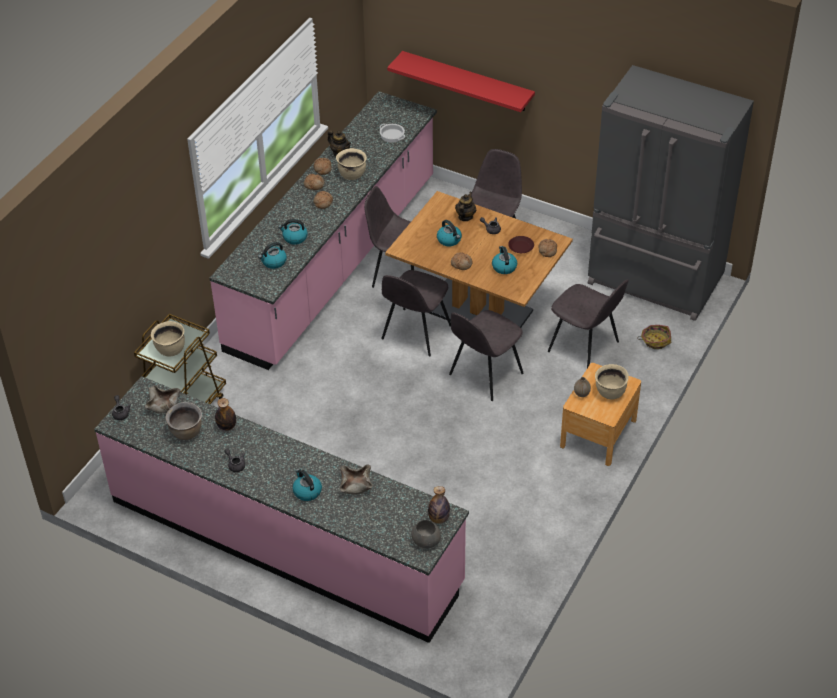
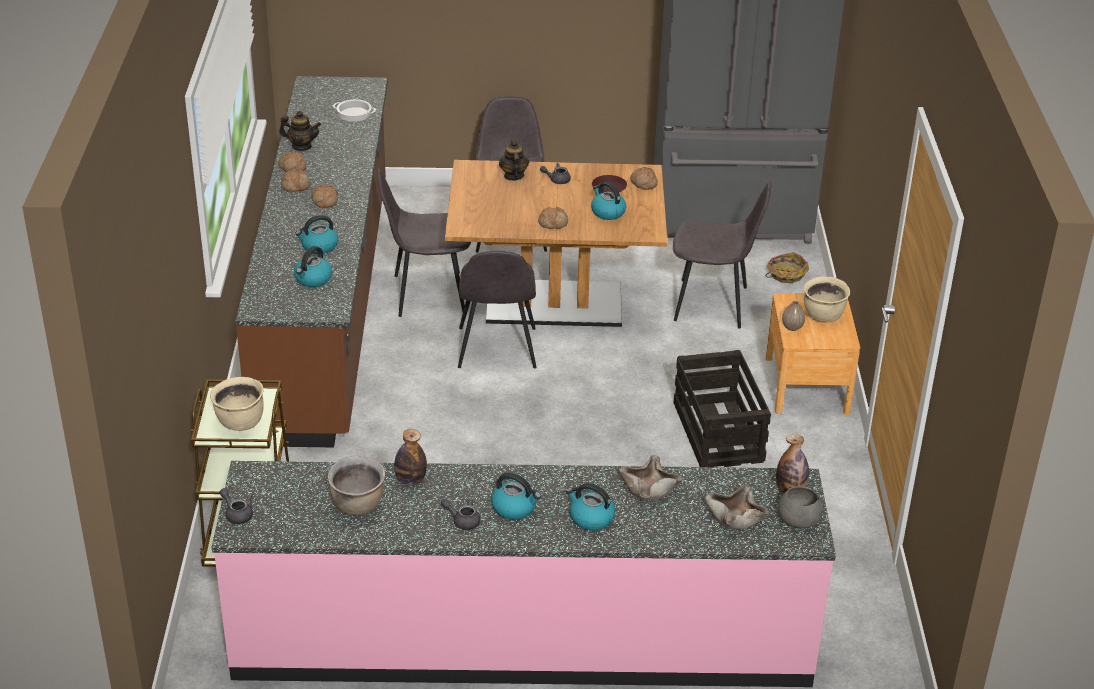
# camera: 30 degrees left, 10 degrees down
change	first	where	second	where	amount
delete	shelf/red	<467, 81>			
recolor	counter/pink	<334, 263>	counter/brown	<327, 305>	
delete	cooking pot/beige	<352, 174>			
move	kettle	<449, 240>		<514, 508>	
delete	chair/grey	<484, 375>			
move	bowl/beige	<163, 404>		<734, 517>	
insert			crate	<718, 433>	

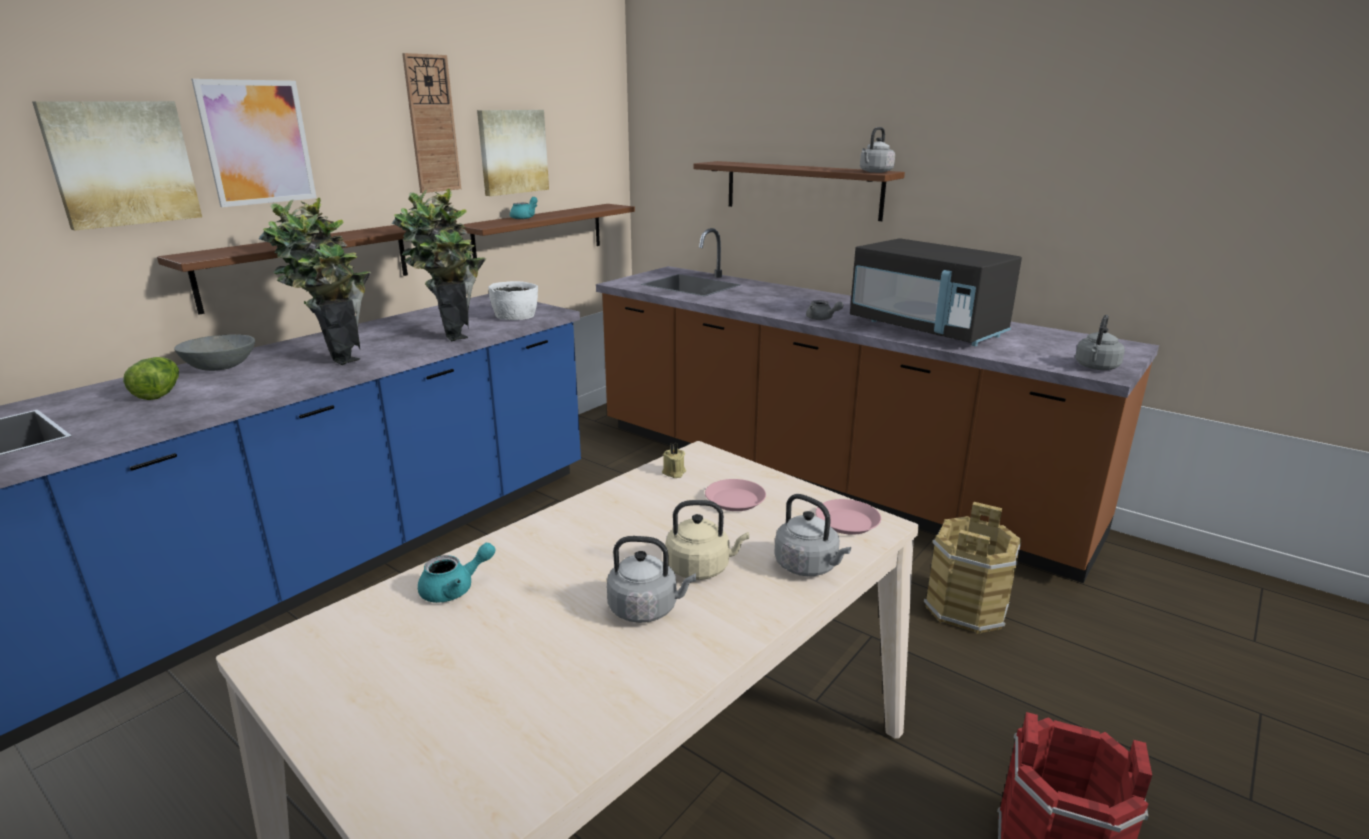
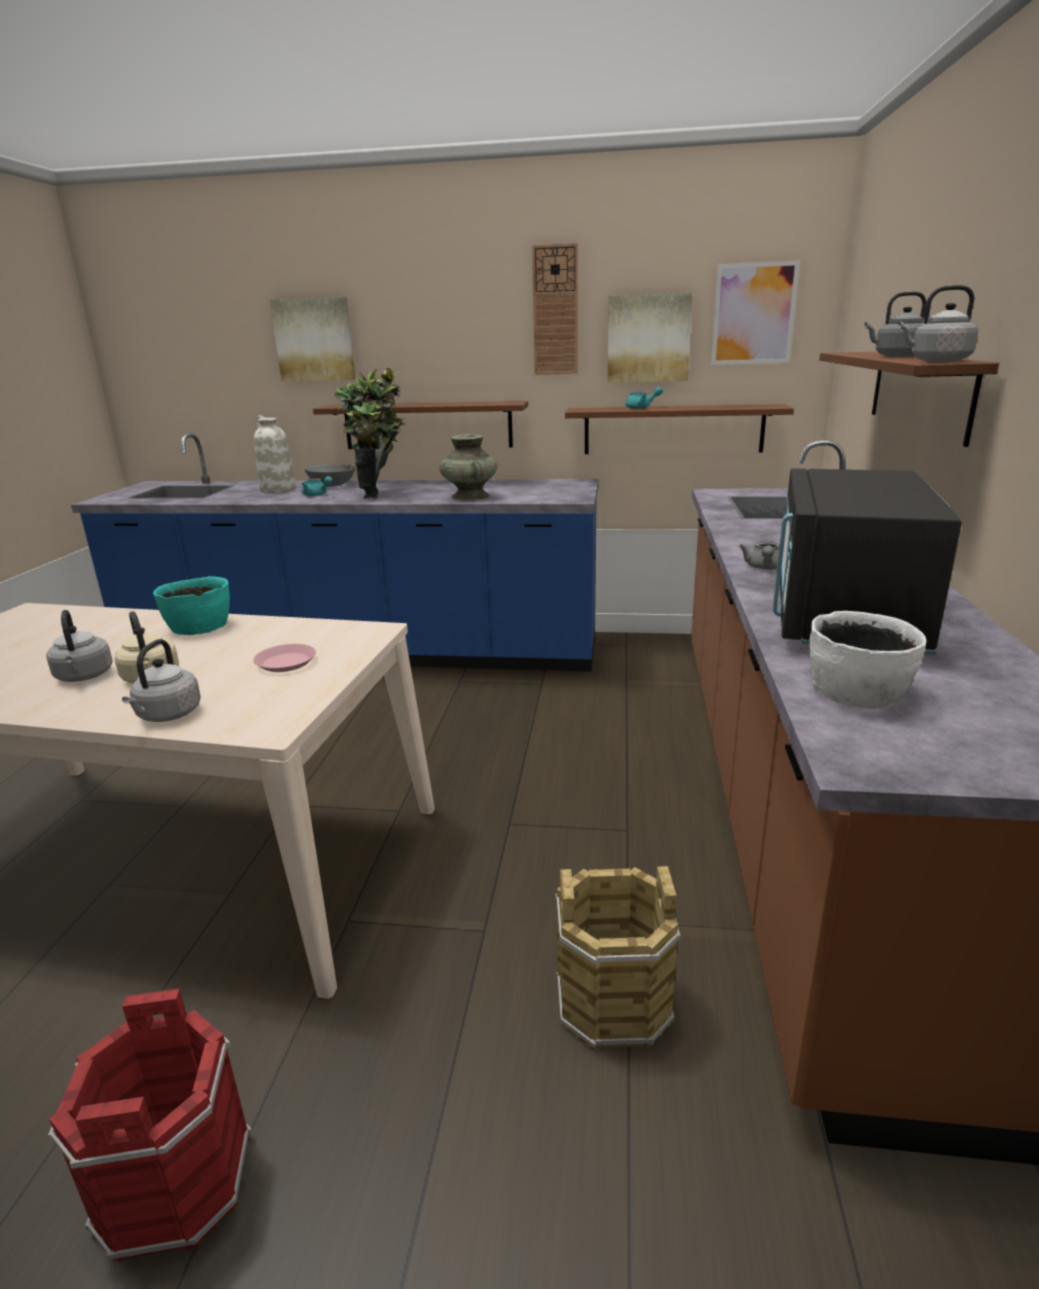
# camera: 60 degrees right, 0 degrees up
change	first	where	second	where	amount
move	picture	<257, 142>		<753, 314>	
replace	potted plant	<452, 333>	vase/turquoise	<470, 496>	
move	bowl/white	<515, 316>		<858, 691>	
move	kettle/grey	<1096, 367>		<896, 356>	
replace	lettuce	<159, 392>	vase/white	<277, 490>	
delete	candle/beige	<674, 473>			
delete	plate/pink	<847, 522>			
move	teapot/turquoise	<455, 589>		<317, 495>	
insert			bowl/turquoise	<198, 626>	

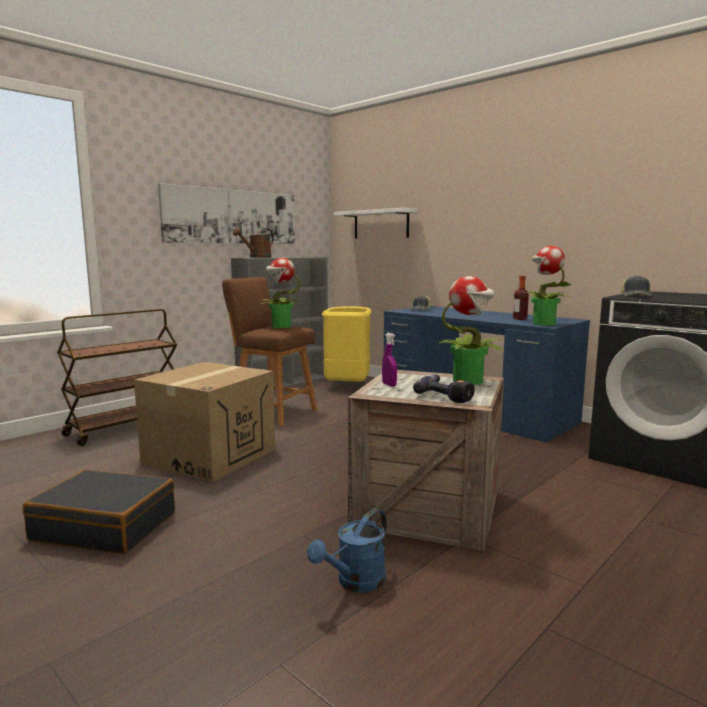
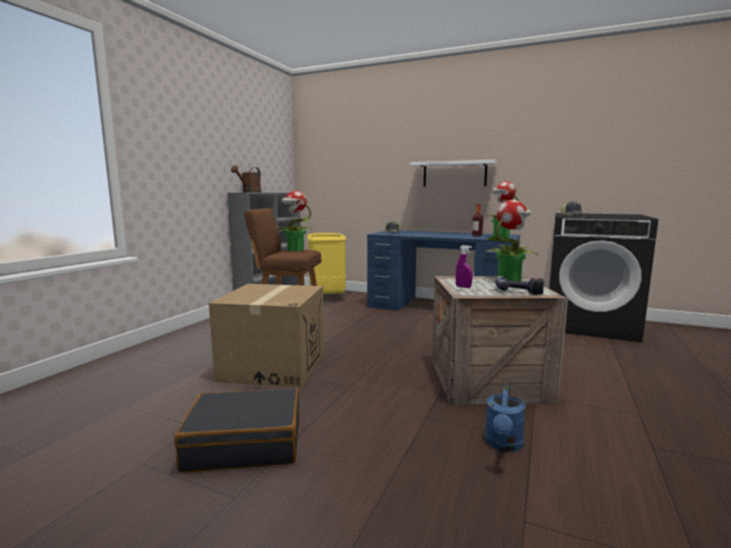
# camera: 20 degrees left, 0 degrees up
change	first	where	second	where	amount
delete	picture	<232, 216>			
move	shelf/white	<381, 224>		<454, 174>	
delete	cart/brown	<125, 428>			

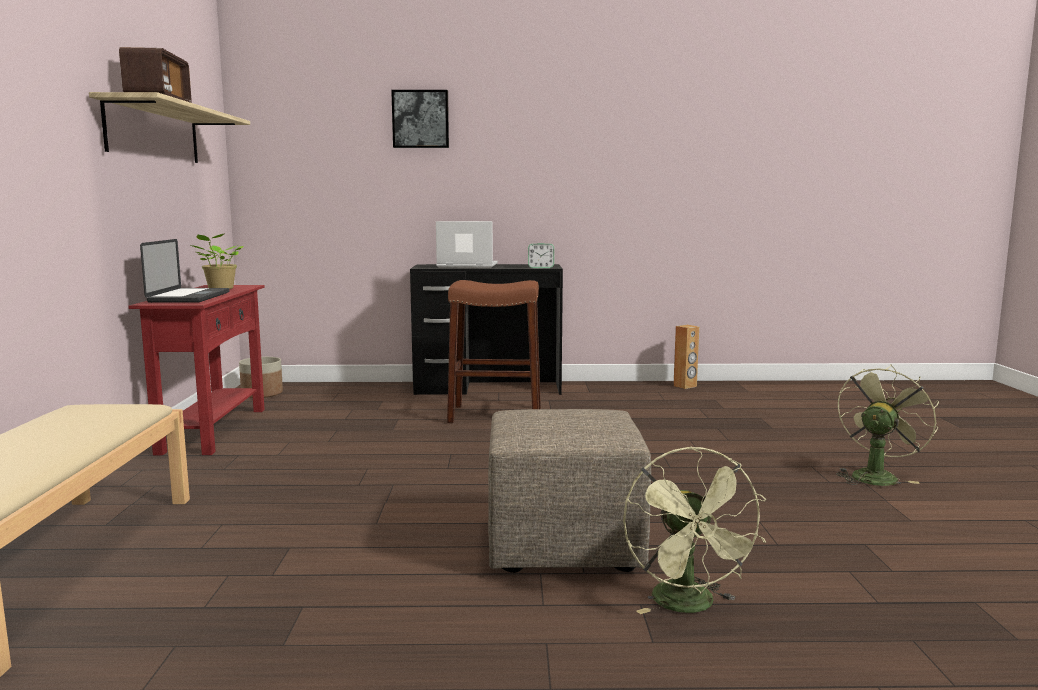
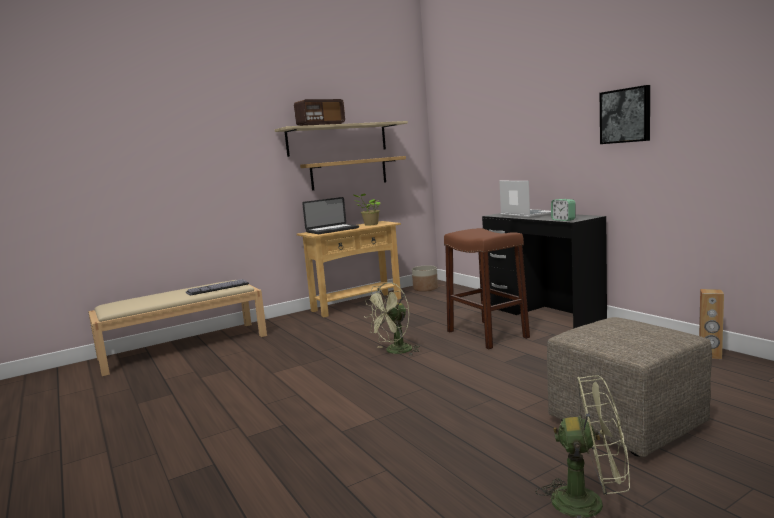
# camera: 60 degrees right, 0 degrees up
change	first	where	second	where	amount
move	picture	<420, 119>		<626, 115>	
recolor	console table/red	<214, 430>	console table/beige	<356, 305>	
move	ottoman/beige	<561, 545>		<624, 423>	
move	fan/green	<690, 606>		<395, 351>	
insert			shelf	<349, 173>	
insert			keyboard	<217, 287>	

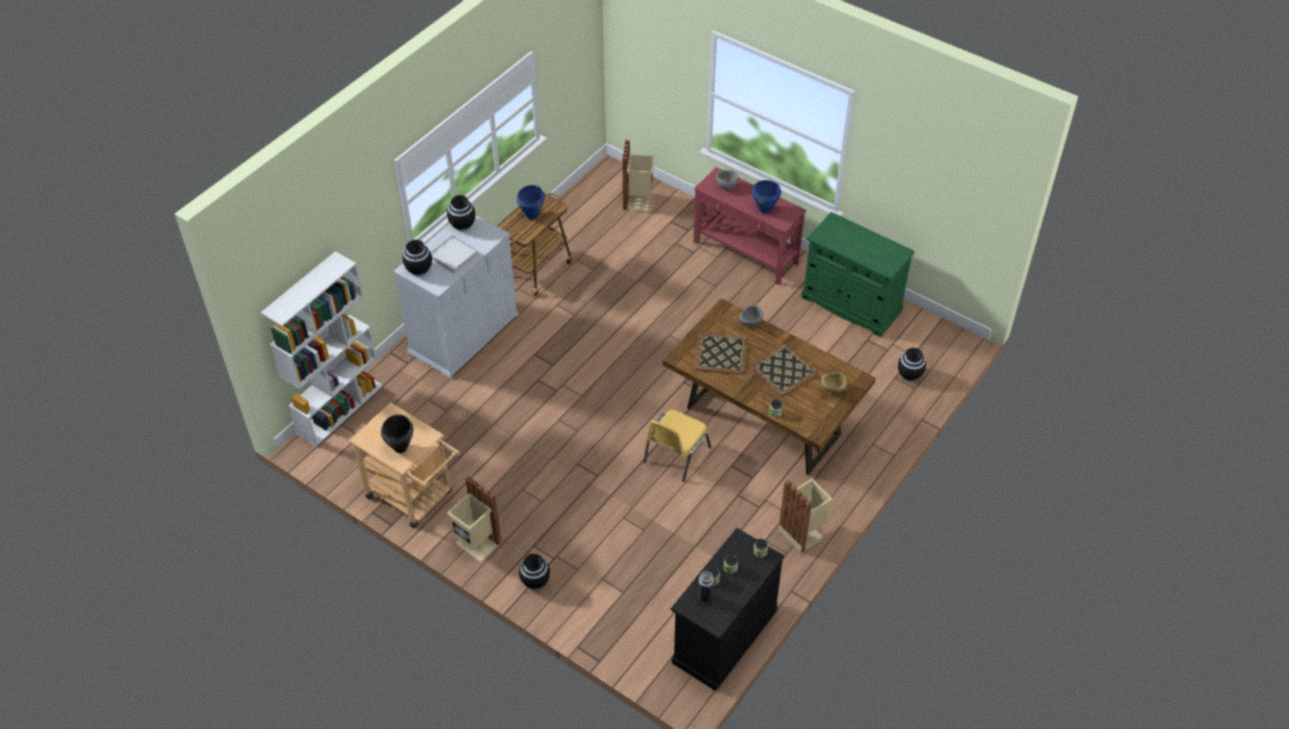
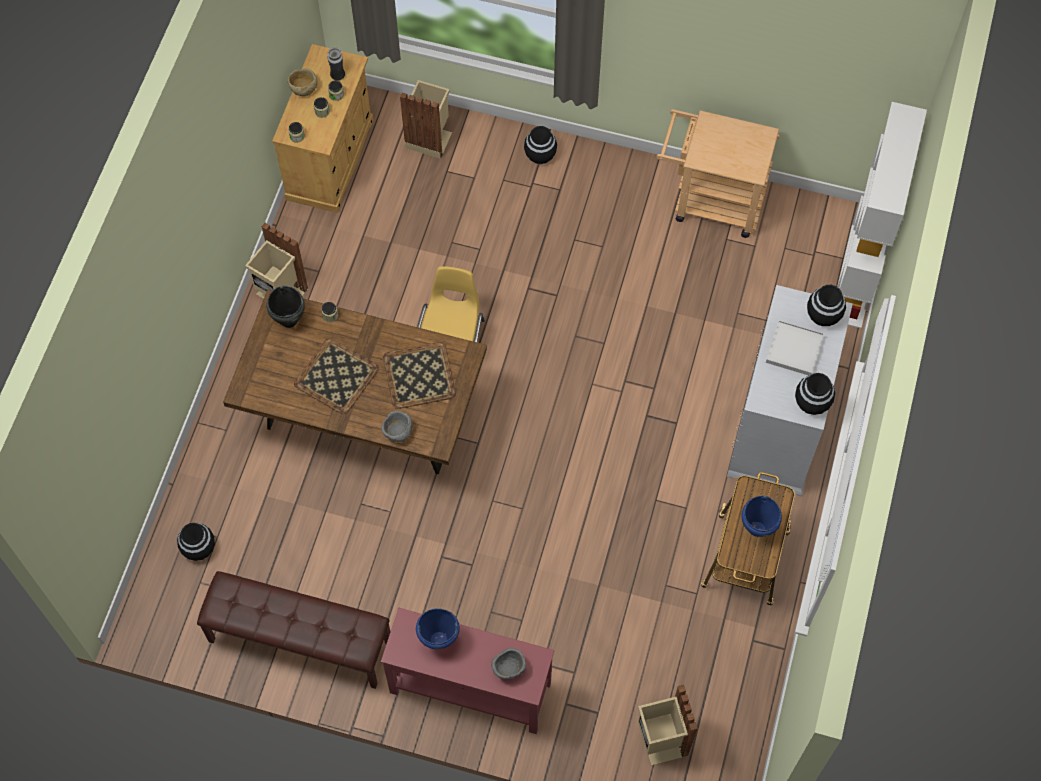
# camera: 160 degrees right, 15 degrees up
change	first	where	second	where	amount
replace	cabinet/green	<851, 304>	bench/brown	<299, 641>	
move	bowl/beige	<832, 390>		<303, 89>	
move	cooking pot/black	<401, 448>		<289, 321>	
move	trash can/beige	<477, 544>		<429, 138>	
recolor	cabinet/black	<724, 636>	cabinet/beige	<330, 159>	

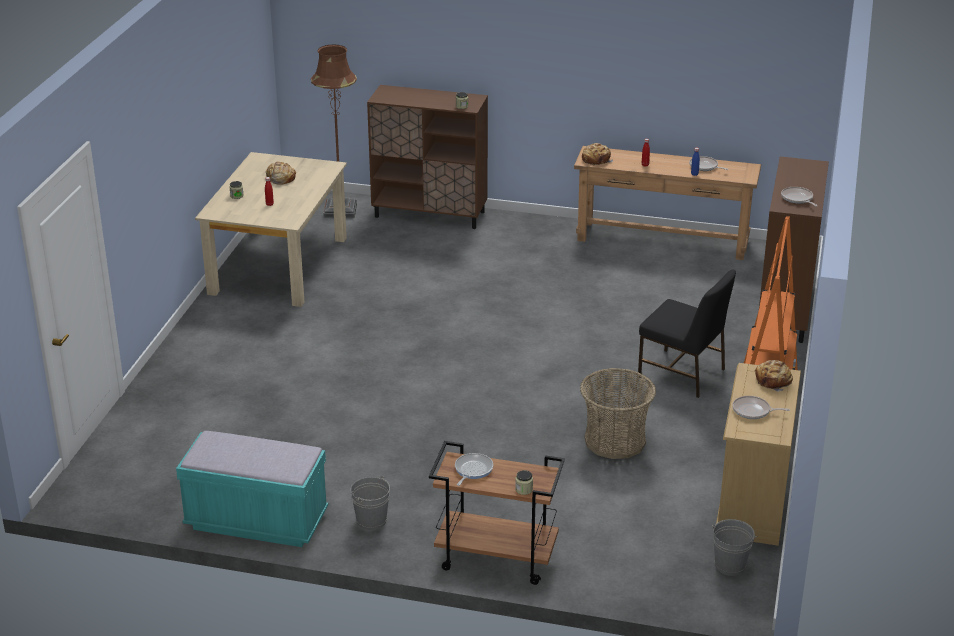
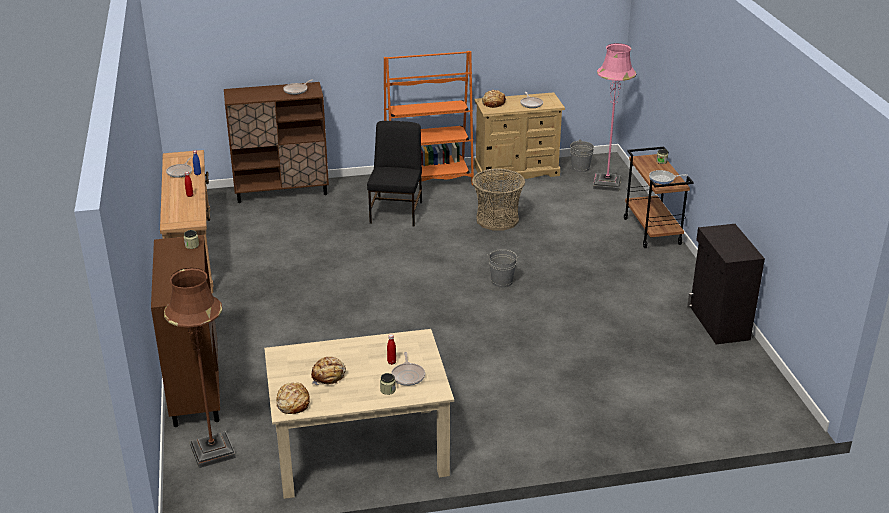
# camera: 115 degrees left, 0 degrees up
change	first	where	second	where	amount
move	bread	<596, 159>		<292, 403>	
replace	bench/turquoise	<256, 521>	cabinet/black	<718, 323>	
move	bucket/grey	<371, 521>		<502, 281>	
insert			floor lamp/pink	<607, 184>	
insert			frying pan	<408, 375>	

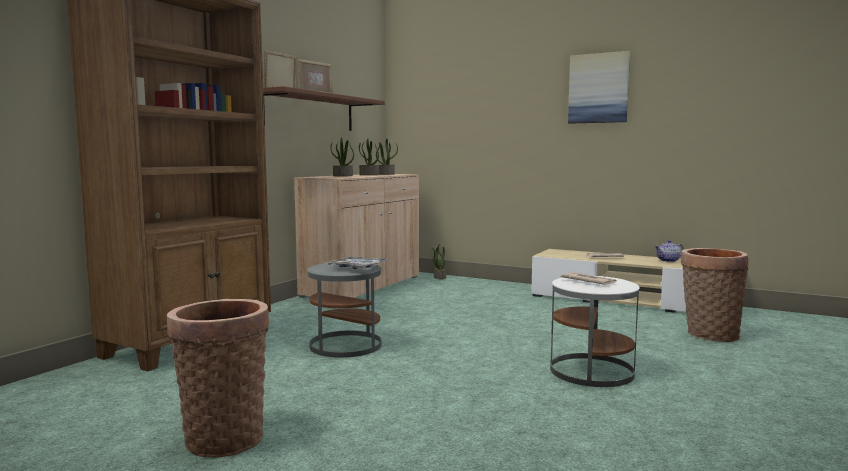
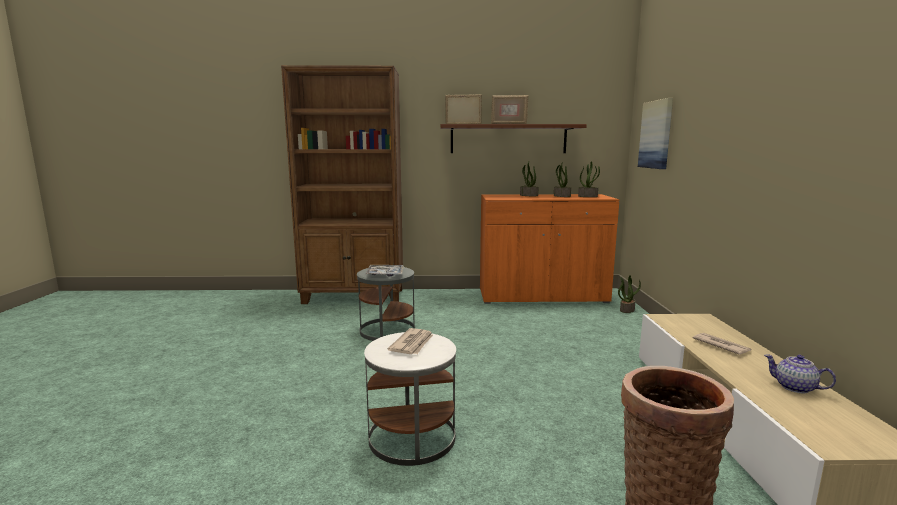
# camera: 60 degrees right, 5 degrees up
change	first	where	second	where	amount
move	picture	<598, 88>		<656, 134>	
recolor	cabinet/beige	<363, 286>	cabinet/orange	<542, 296>	
delete	basket	<224, 437>			

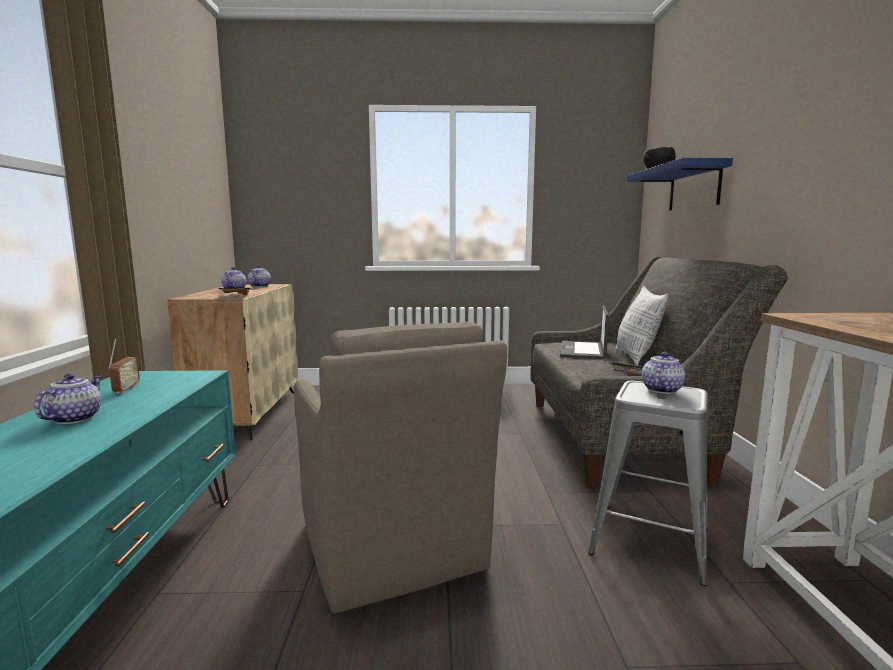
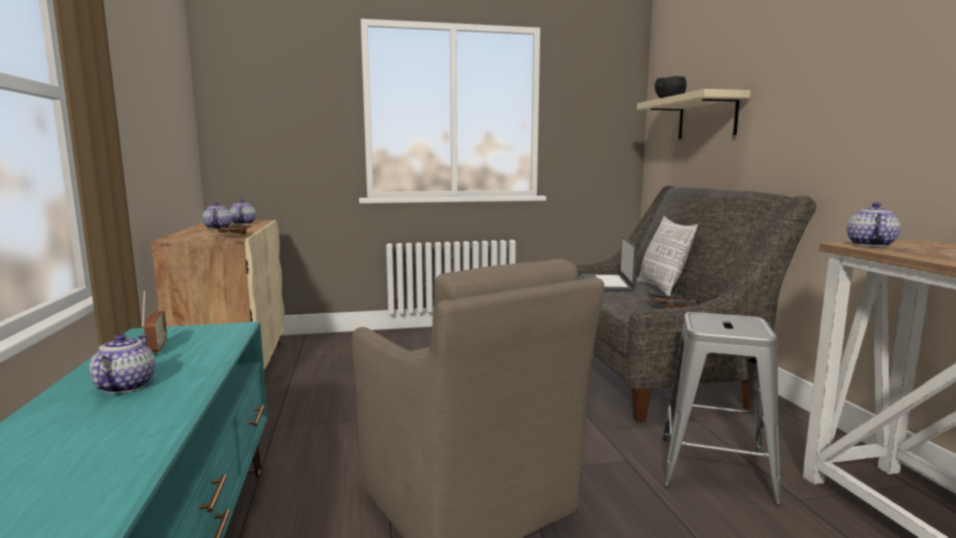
# camera: 10 degrees left, 0 degrees up
change	first	where	second	where	amount
recolor	shelf/blue	<694, 188>	shelf/beige	<707, 117>	
move	teapot	<661, 389>		<869, 244>	

